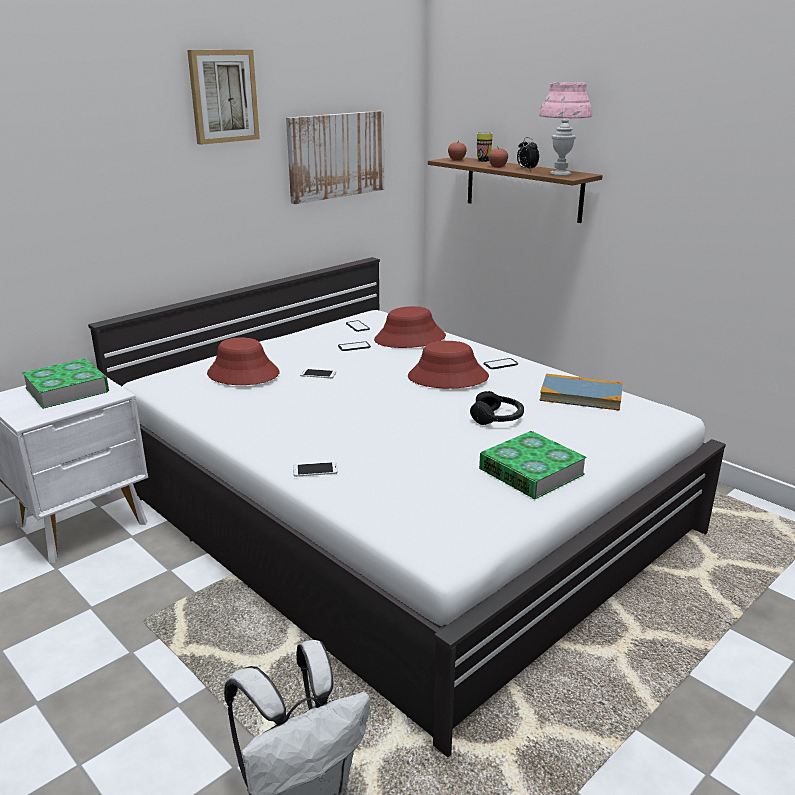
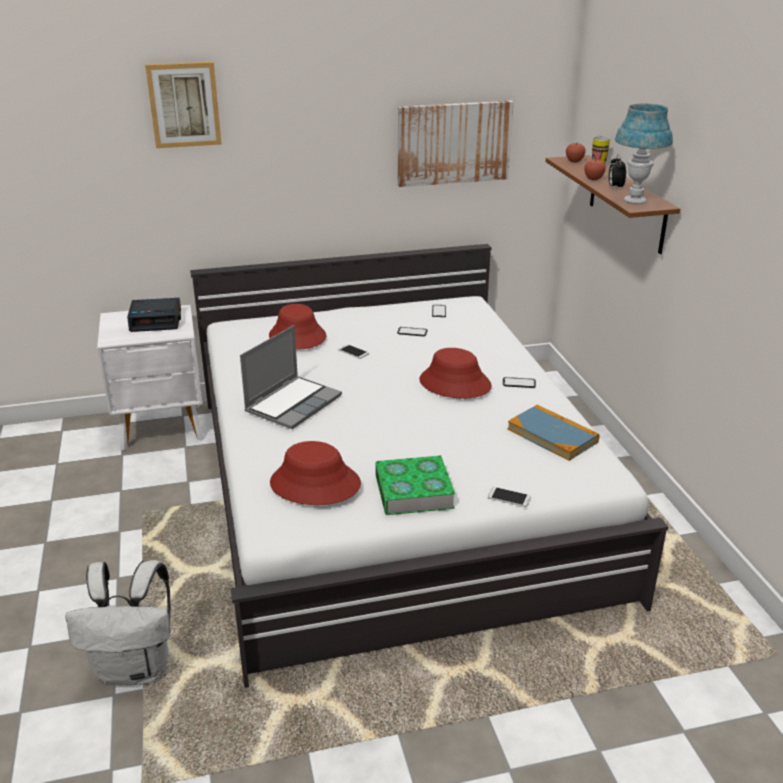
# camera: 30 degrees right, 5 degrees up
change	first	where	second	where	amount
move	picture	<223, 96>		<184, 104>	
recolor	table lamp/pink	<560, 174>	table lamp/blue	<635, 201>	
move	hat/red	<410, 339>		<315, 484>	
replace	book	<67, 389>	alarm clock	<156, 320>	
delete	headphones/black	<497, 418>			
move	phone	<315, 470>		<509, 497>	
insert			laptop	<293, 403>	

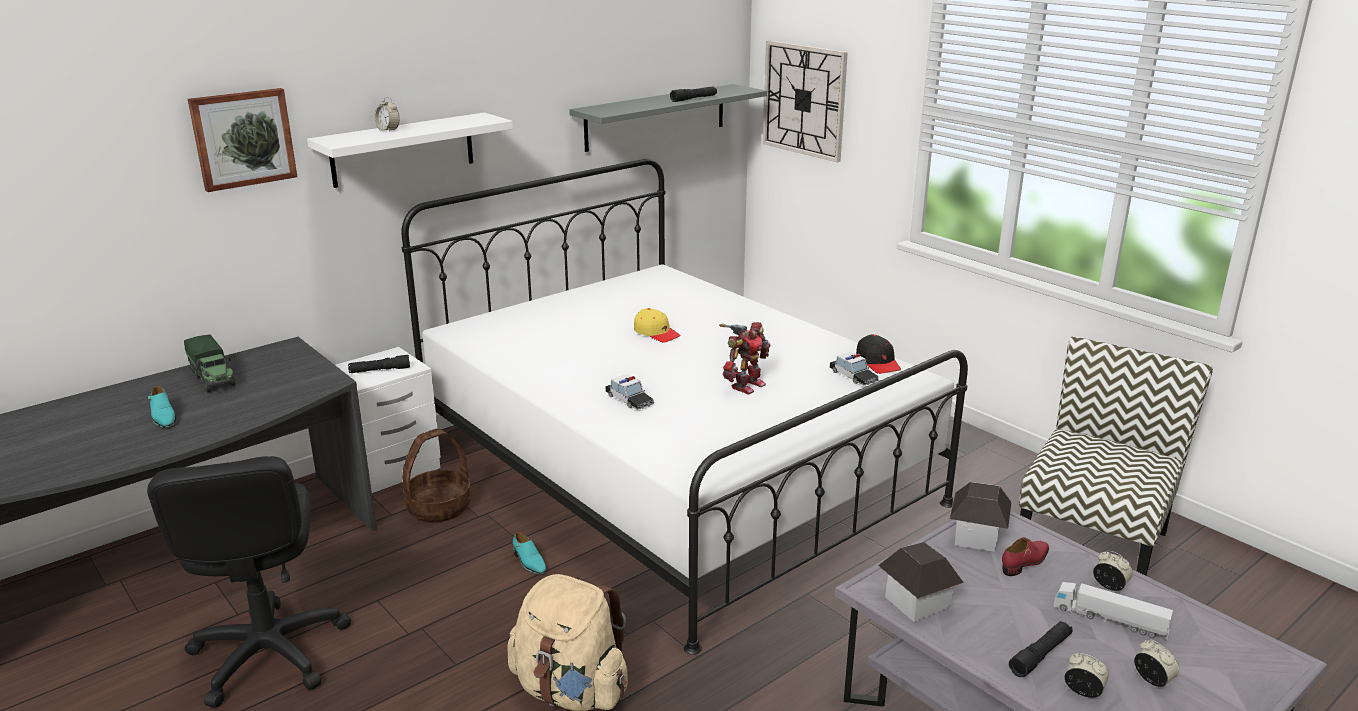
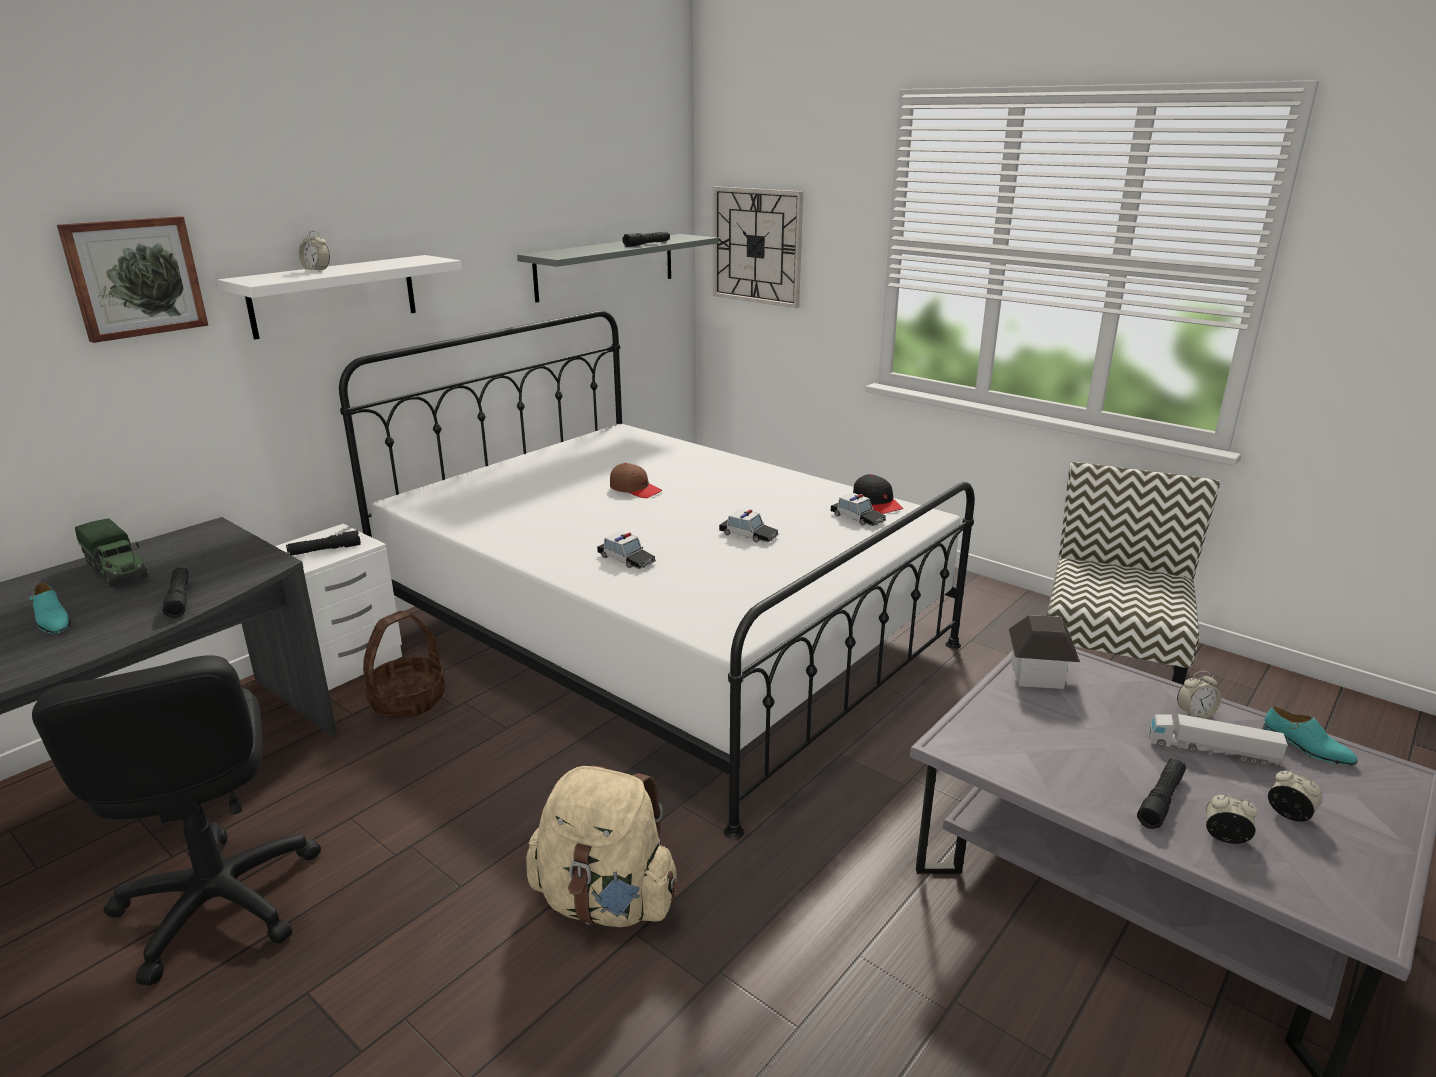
# camera: 10 degrees left, 0 degrees up
change	first	where	second	where	amount
recolor	cap/yellow	<656, 333>	cap/brown	<635, 489>	
replace	toy robot	<745, 385>	toy car	<748, 535>	
move	shoe/turquoise	<529, 562>		<1306, 749>	
delete	shoe/red	<1025, 562>			
delete	toy house	<917, 602>			
rotate	alarm clock	<1109, 586>		<1194, 714>	135 degrees clockwise
insert			flashlight/black	<179, 599>	

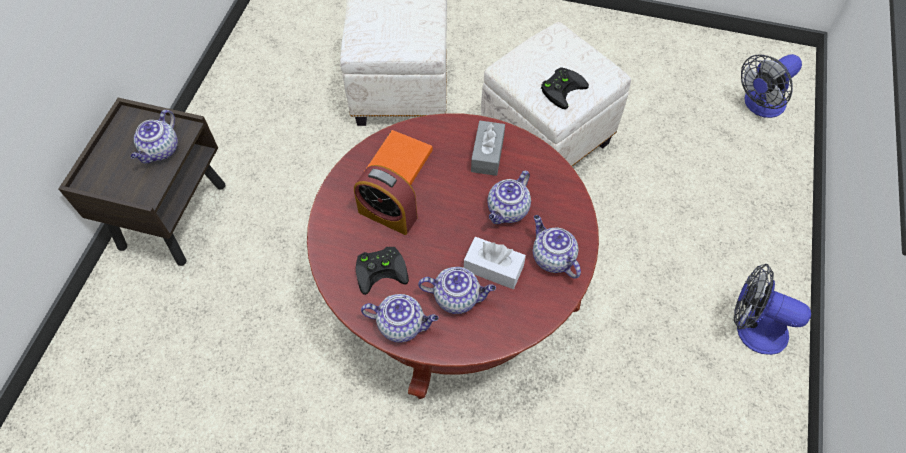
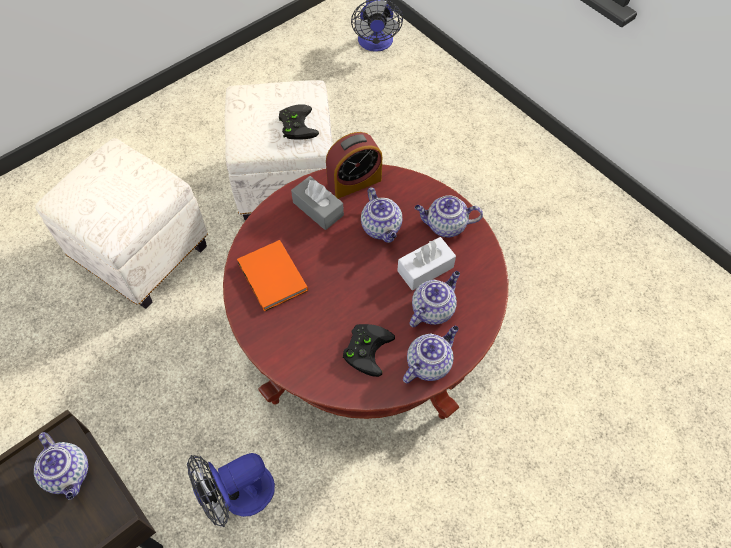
# camera: 55 degrees left, 0 degrees up
change	first	where	second	where	amount
move	alarm clock	<387, 214>		<354, 182>	
move	fan	<752, 327>		<238, 495>	

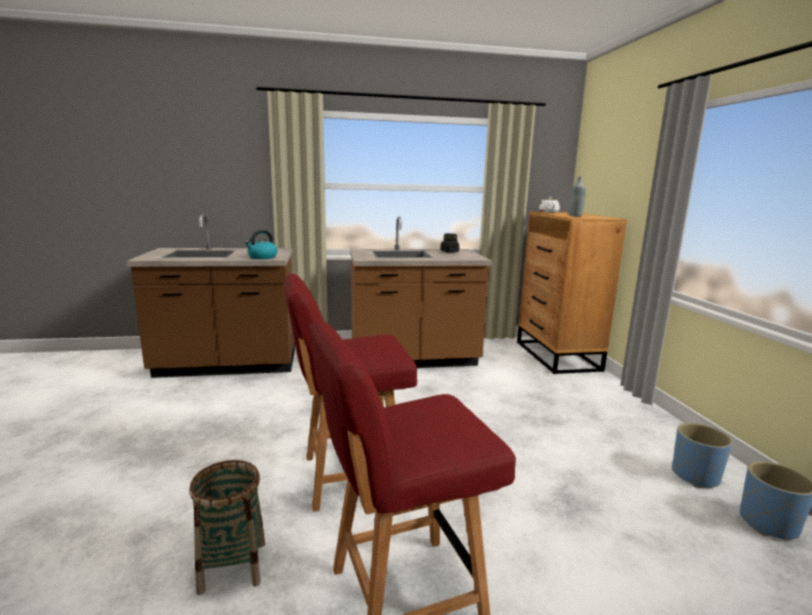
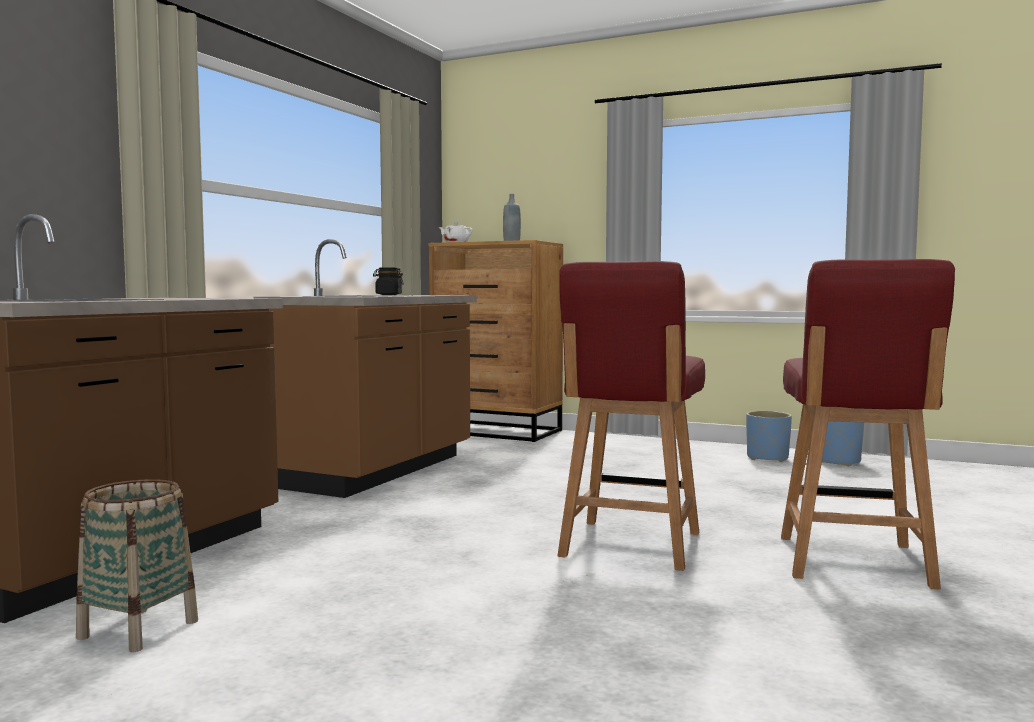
# camera: 55 degrees left, 10 degrees down
change	first	where	second	where	amount
delete	kettle	<262, 257>			
move	basket	<233, 566>		<139, 629>	

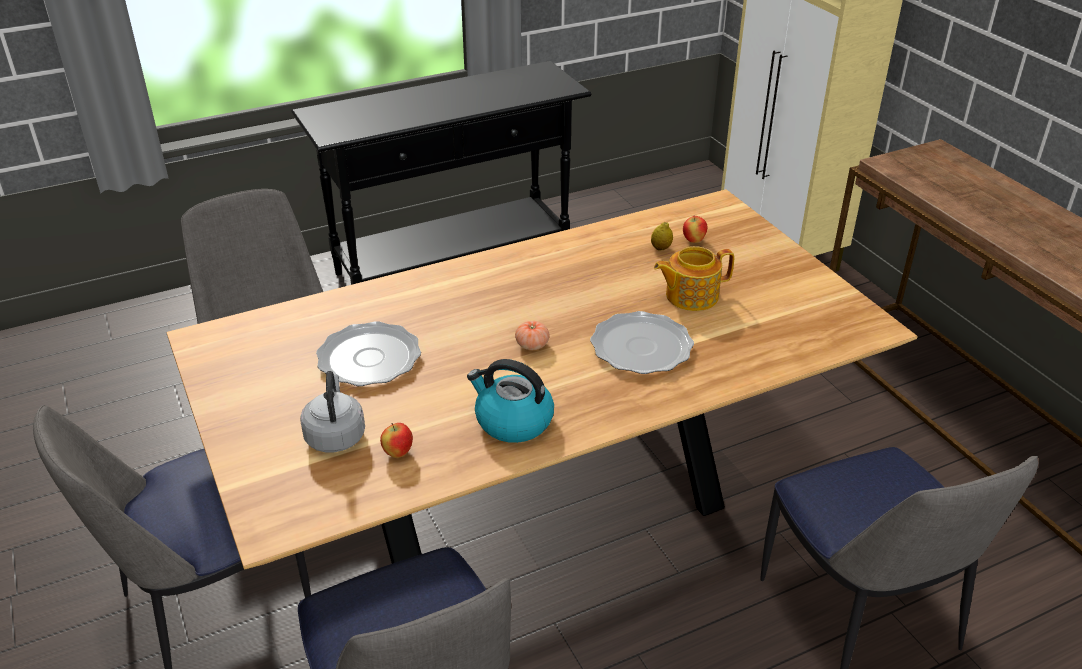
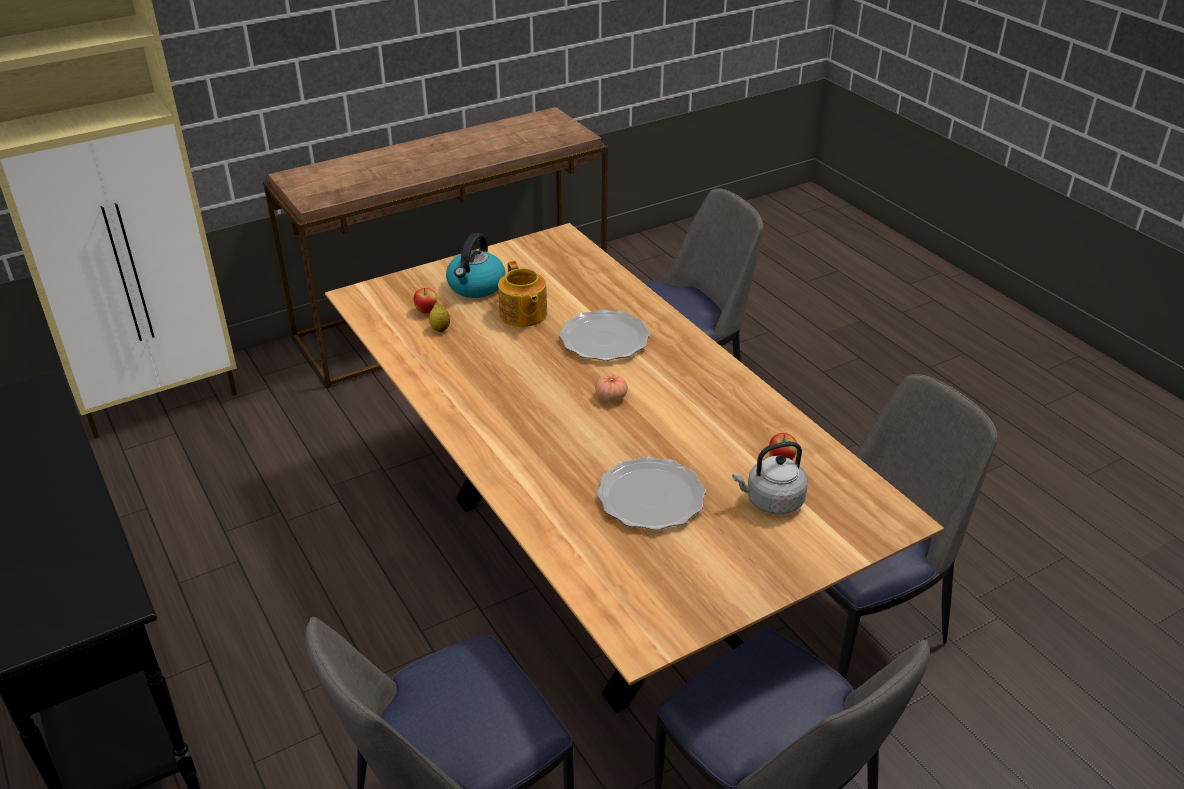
# camera: 95 degrees left, 0 degrees up
change	first	where	second	where	amount
move	kettle	<512, 421>		<476, 286>	

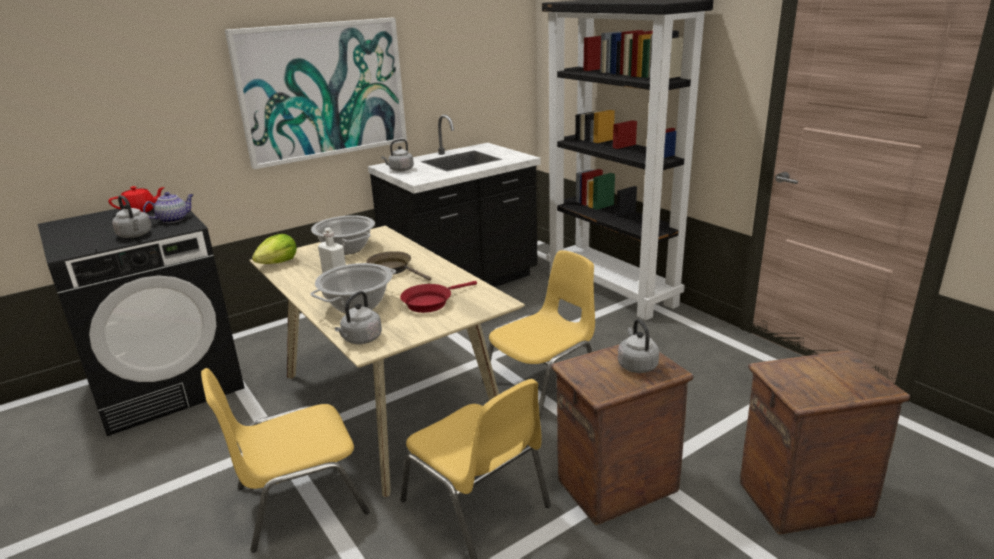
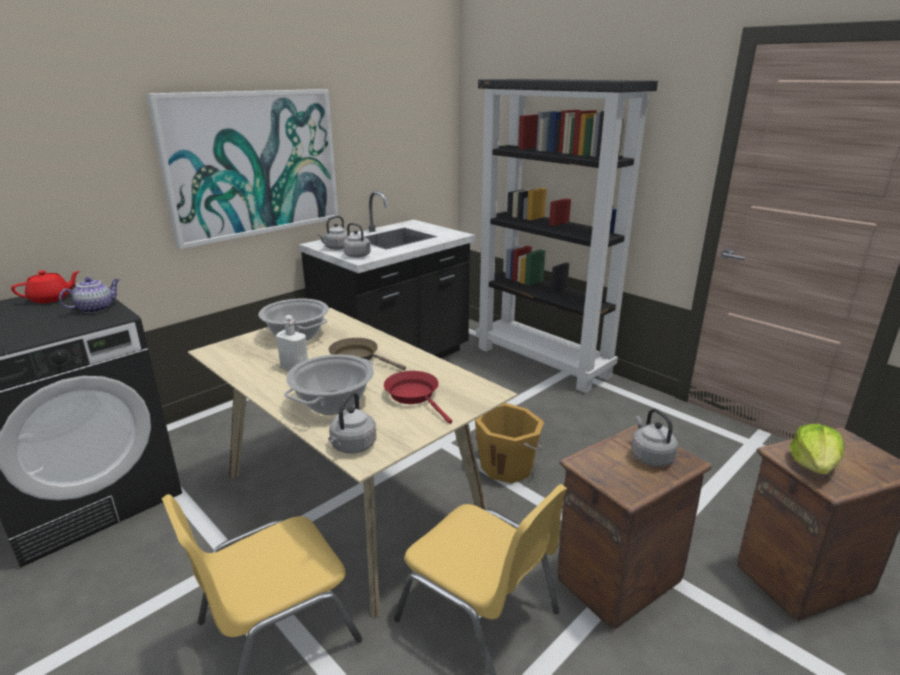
# camera: 10 degrees left, 0 degrees up
change	first	where	second	where	amount
move	kettle/grey	<135, 235>		<358, 256>	
move	lettuce	<278, 263>		<814, 465>	
replace	chair/yellow	<543, 383>	bucket/orange	<508, 466>	
rotate	frying pan/red	<430, 302>		<415, 396>	105 degrees clockwise

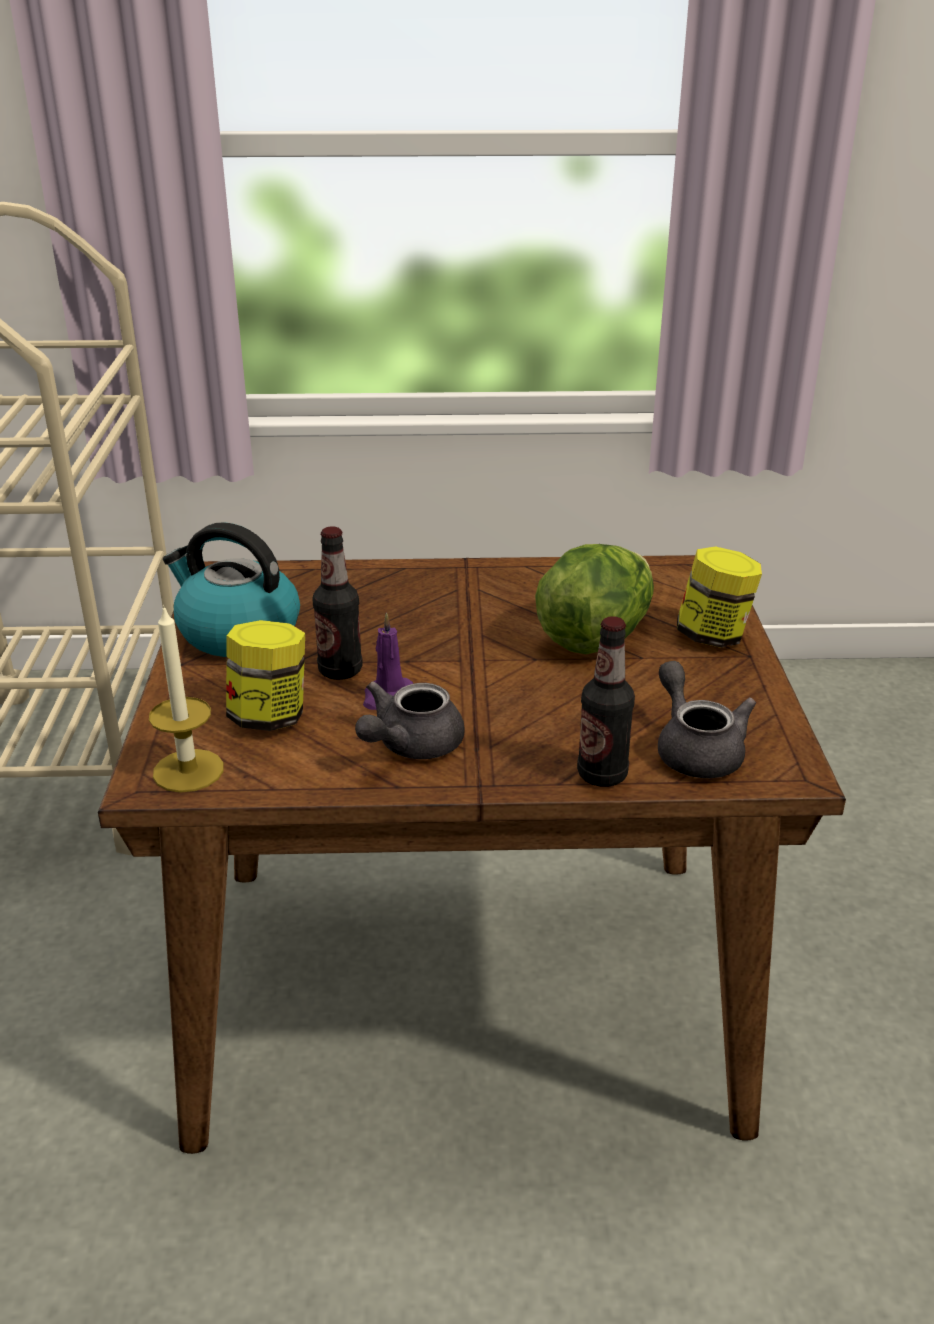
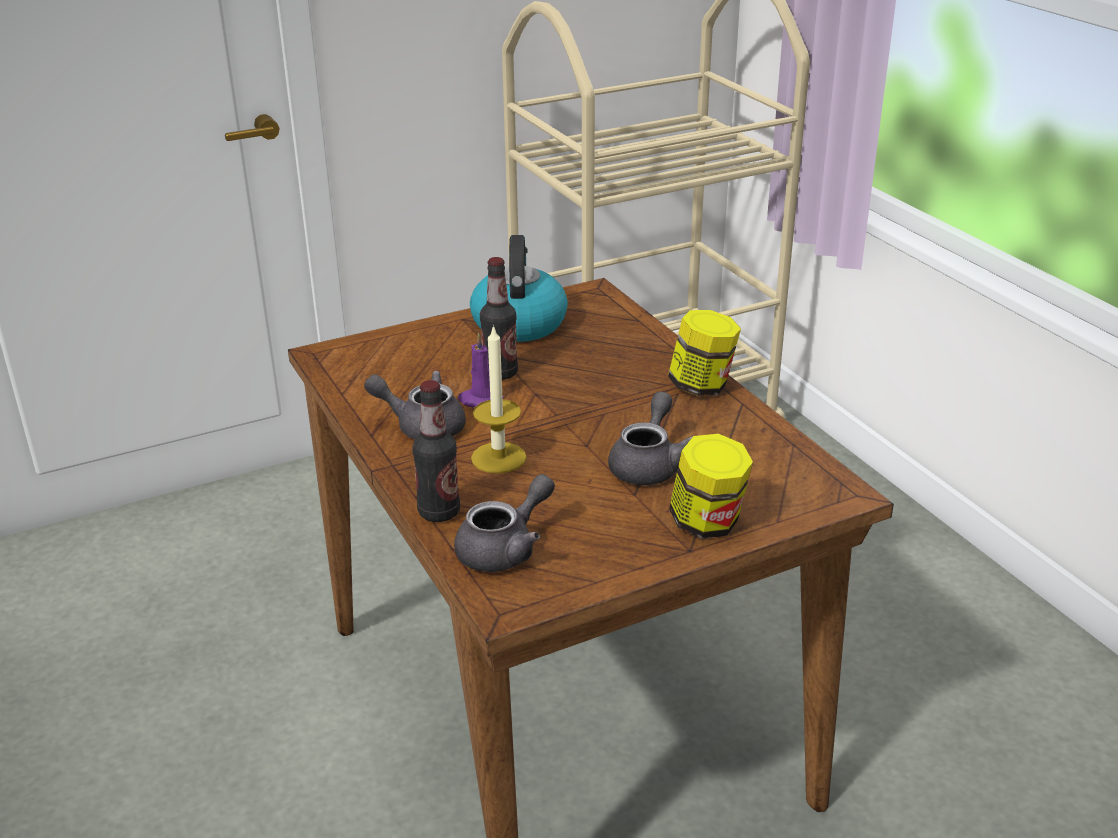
# camera: 65 degrees right, 0 degrees up
change	first	where	second	where	amount
replace	lettuce	<596, 636>	teapot/grey	<649, 464>	
move	candle	<188, 770>		<498, 458>	
move	jar	<269, 717>		<702, 386>	

